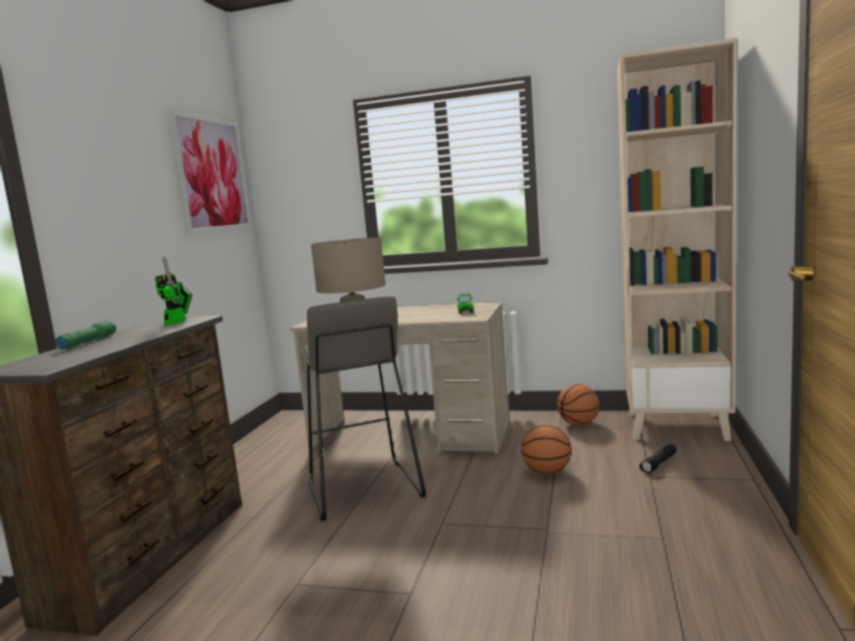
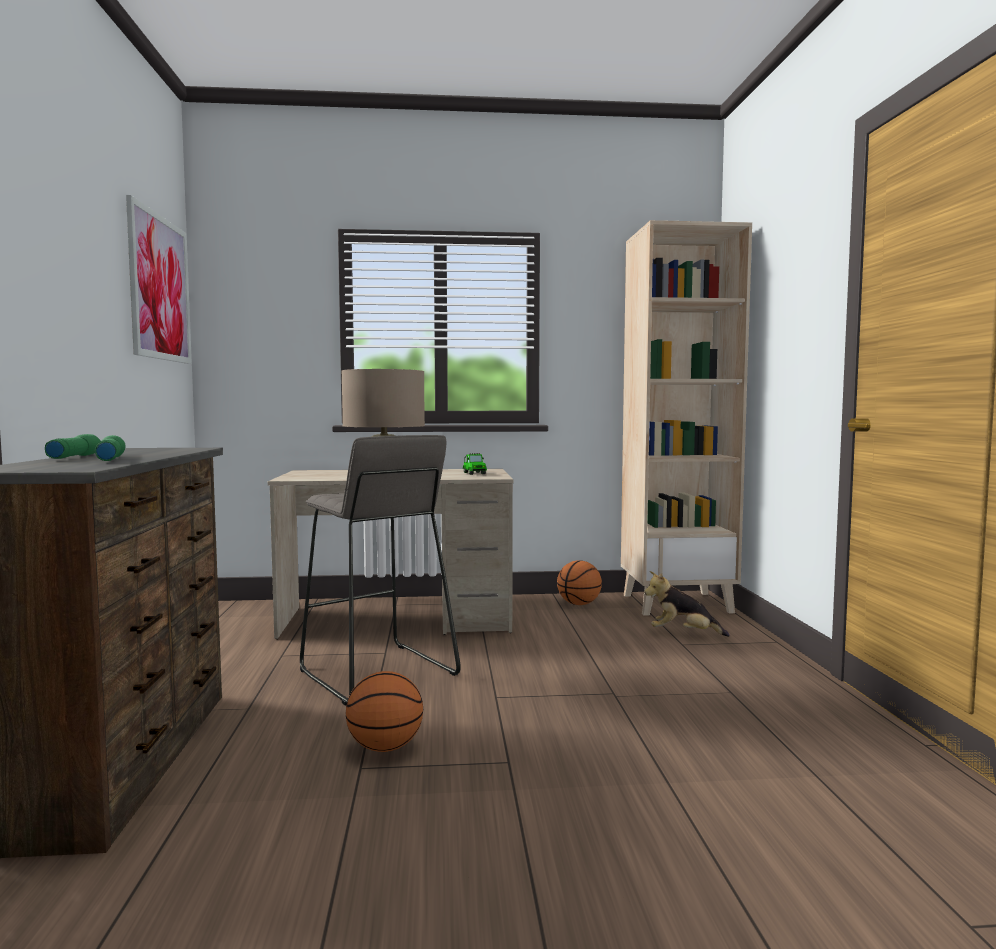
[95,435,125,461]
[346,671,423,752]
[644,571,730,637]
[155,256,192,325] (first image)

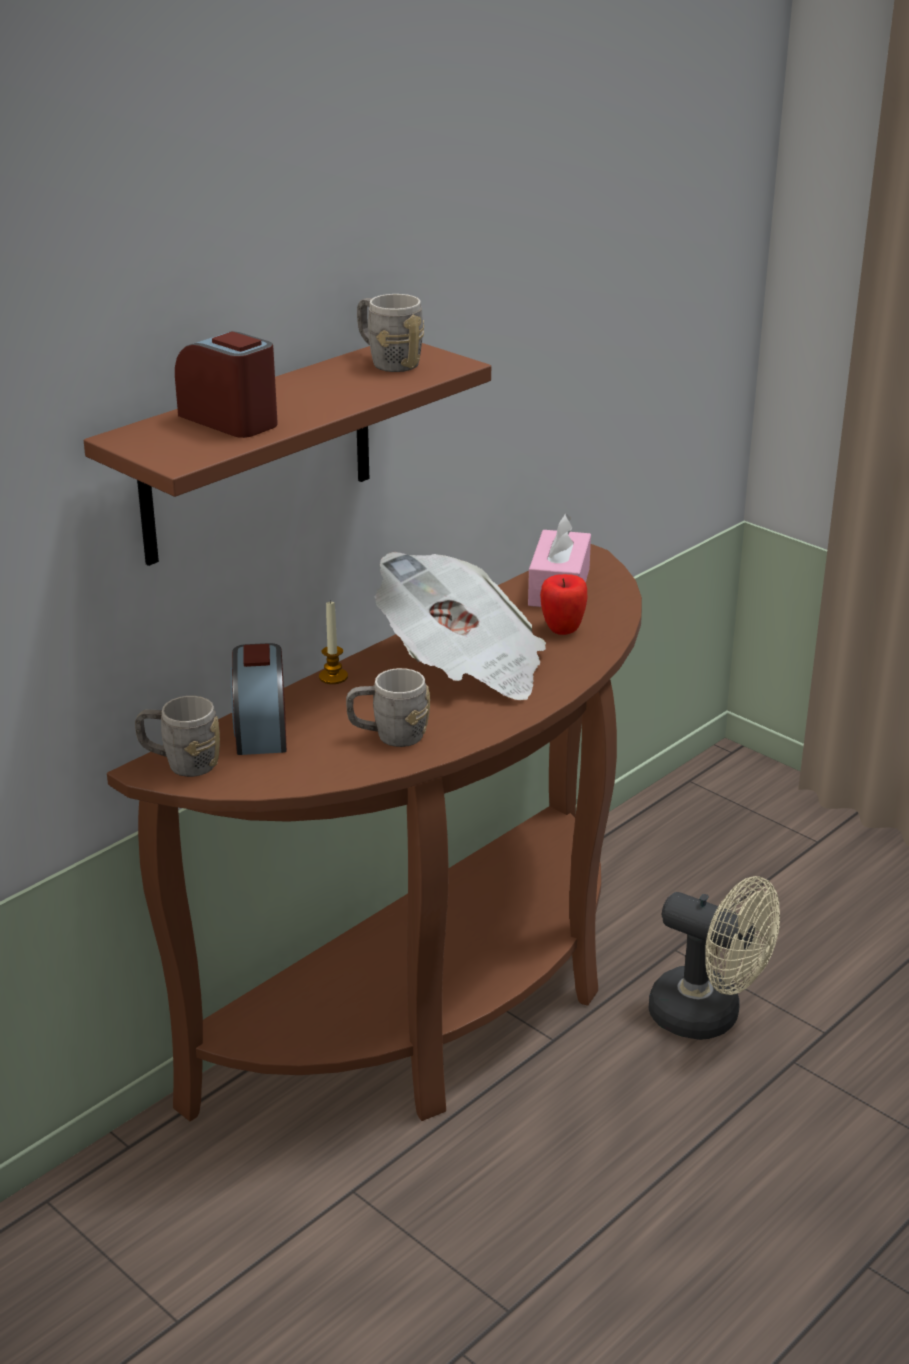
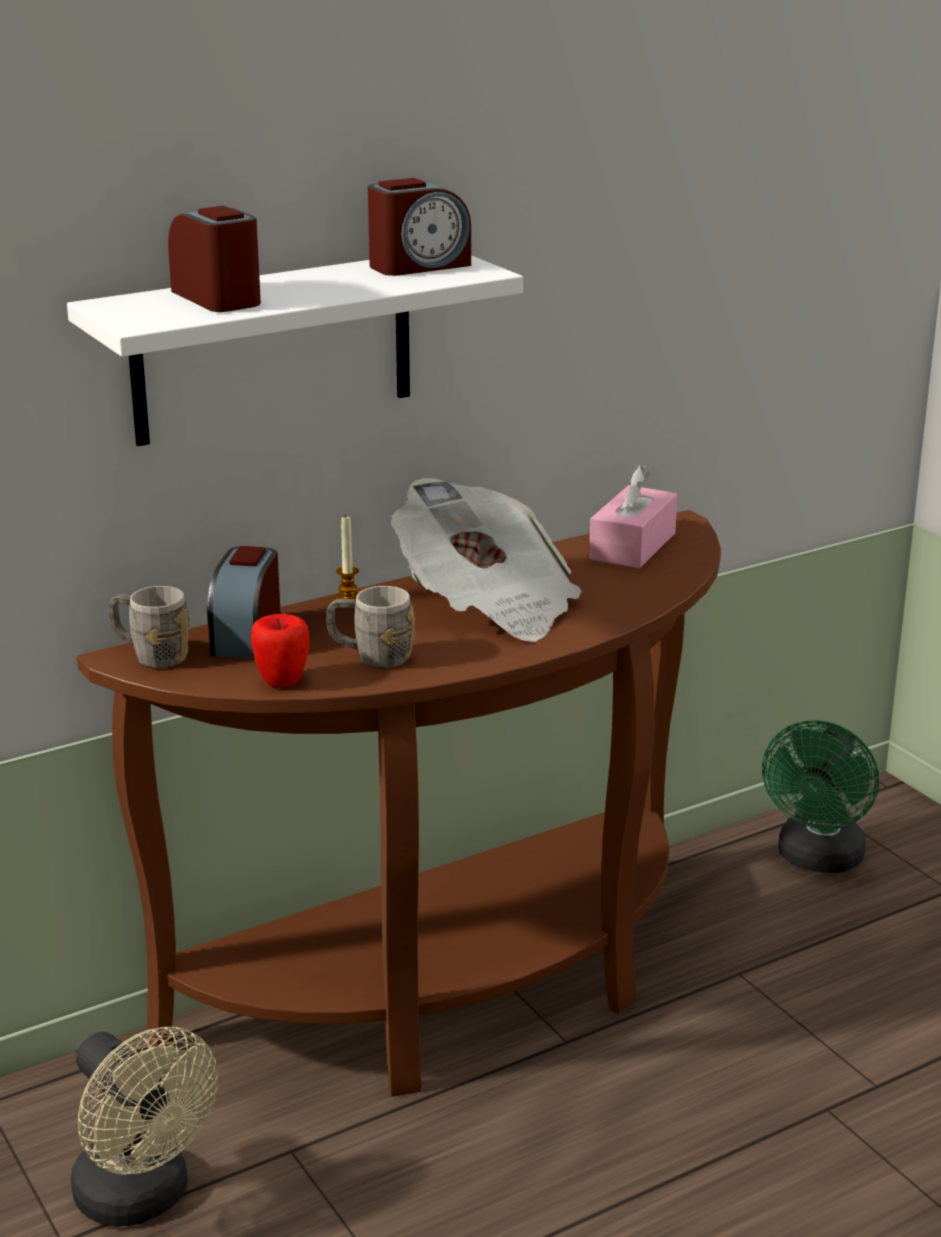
[67,256,523,446]
[70,1027,218,1227]
[251,614,309,688]
[368,178,471,276]
[762,720,879,873]

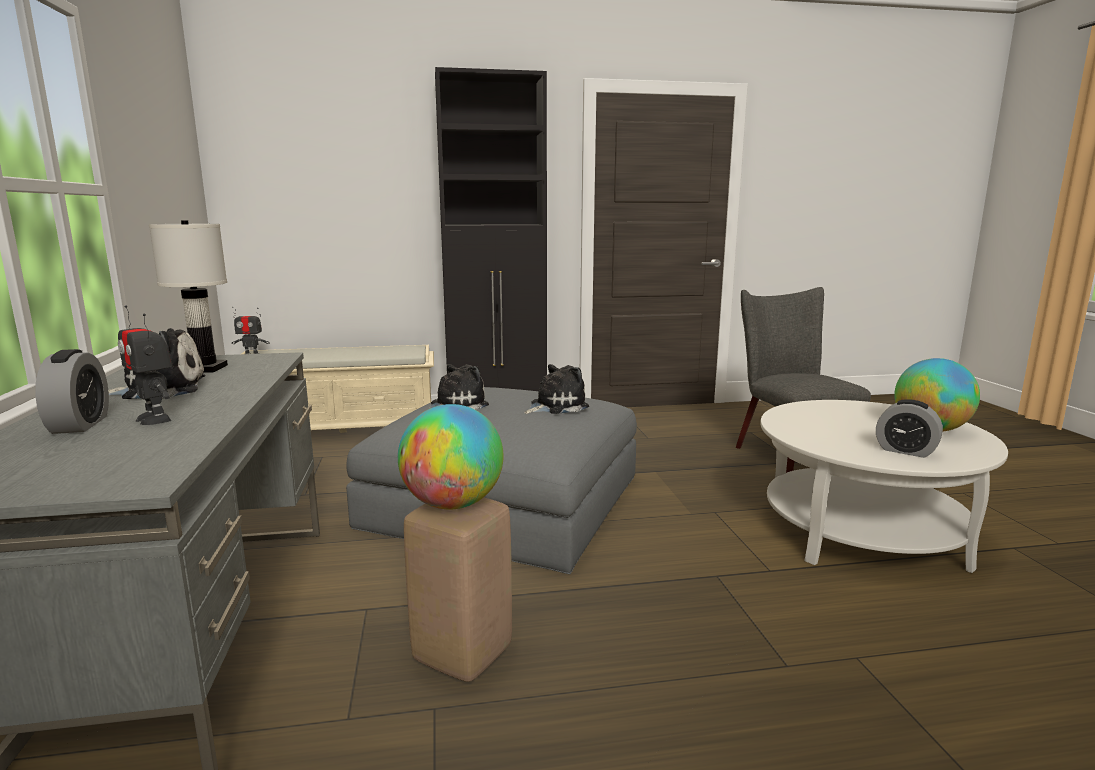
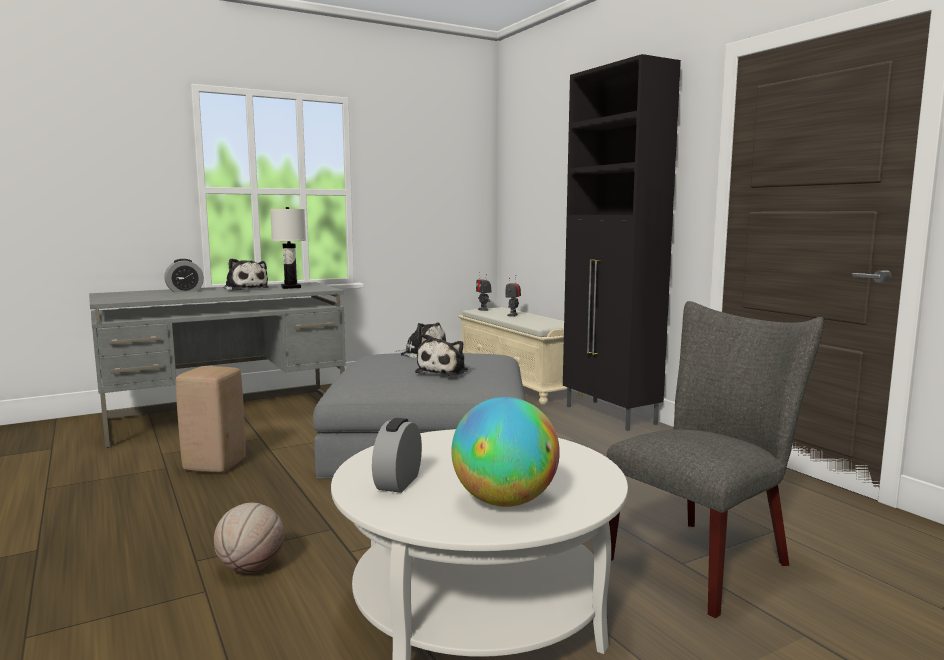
[214,503,284,573]
[415,333,468,376]
[506,275,521,317]
[398,404,504,510] (first image)

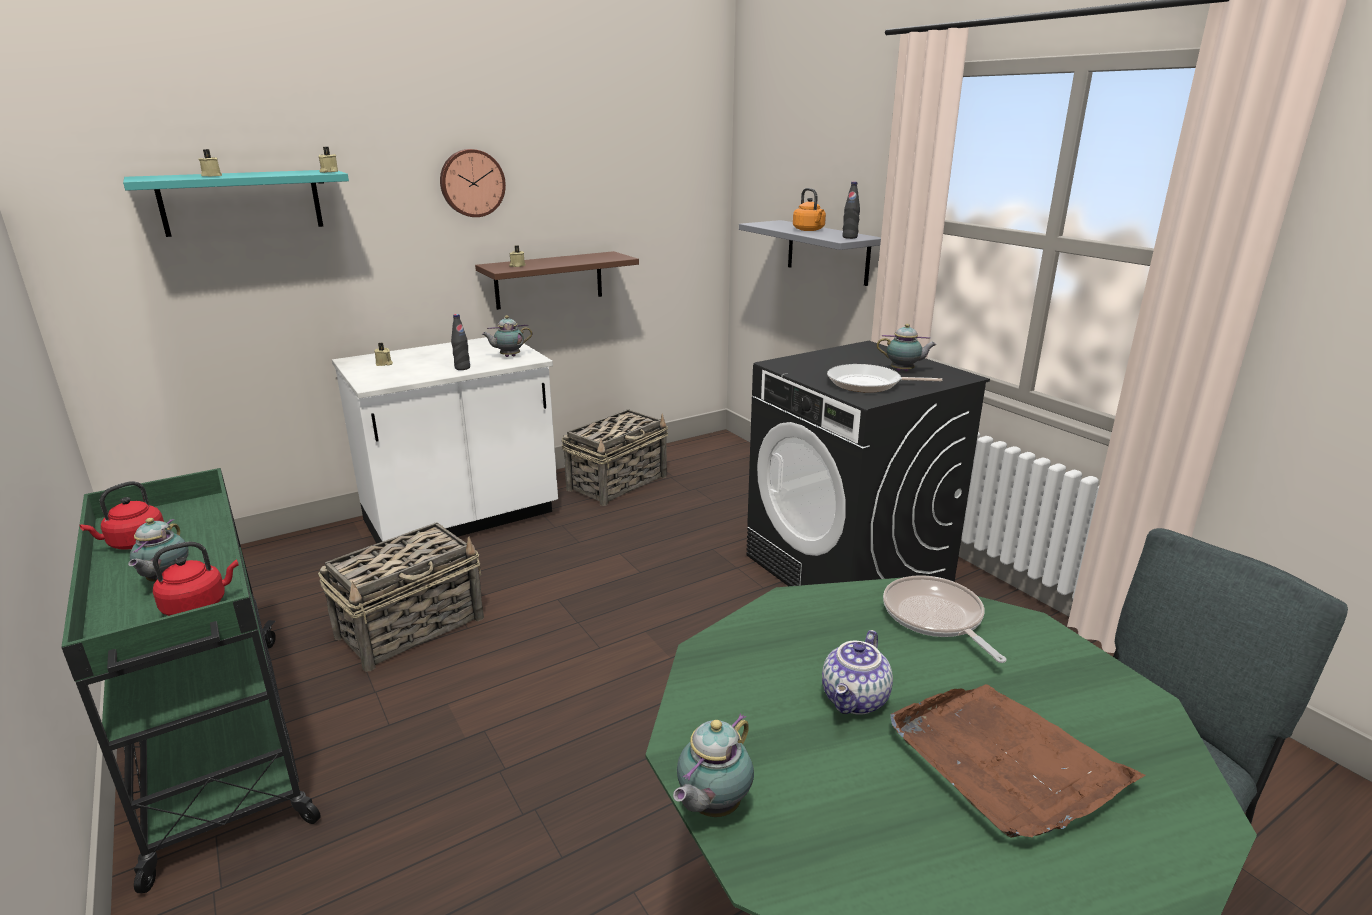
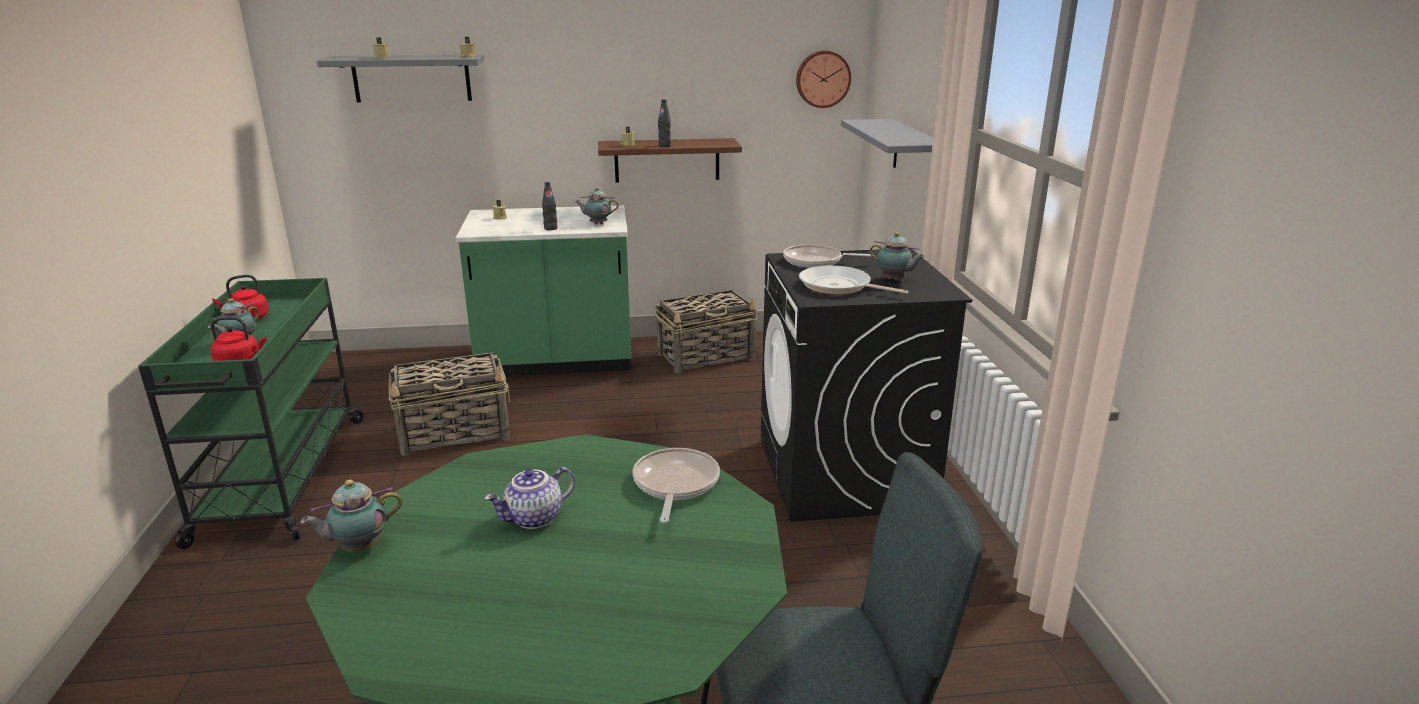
[317,55,484,102]
[456,205,631,376]
[658,99,671,147]
[783,244,874,268]
[796,50,851,108]
[793,188,826,231] (first image)
[890,684,1146,838] (first image)

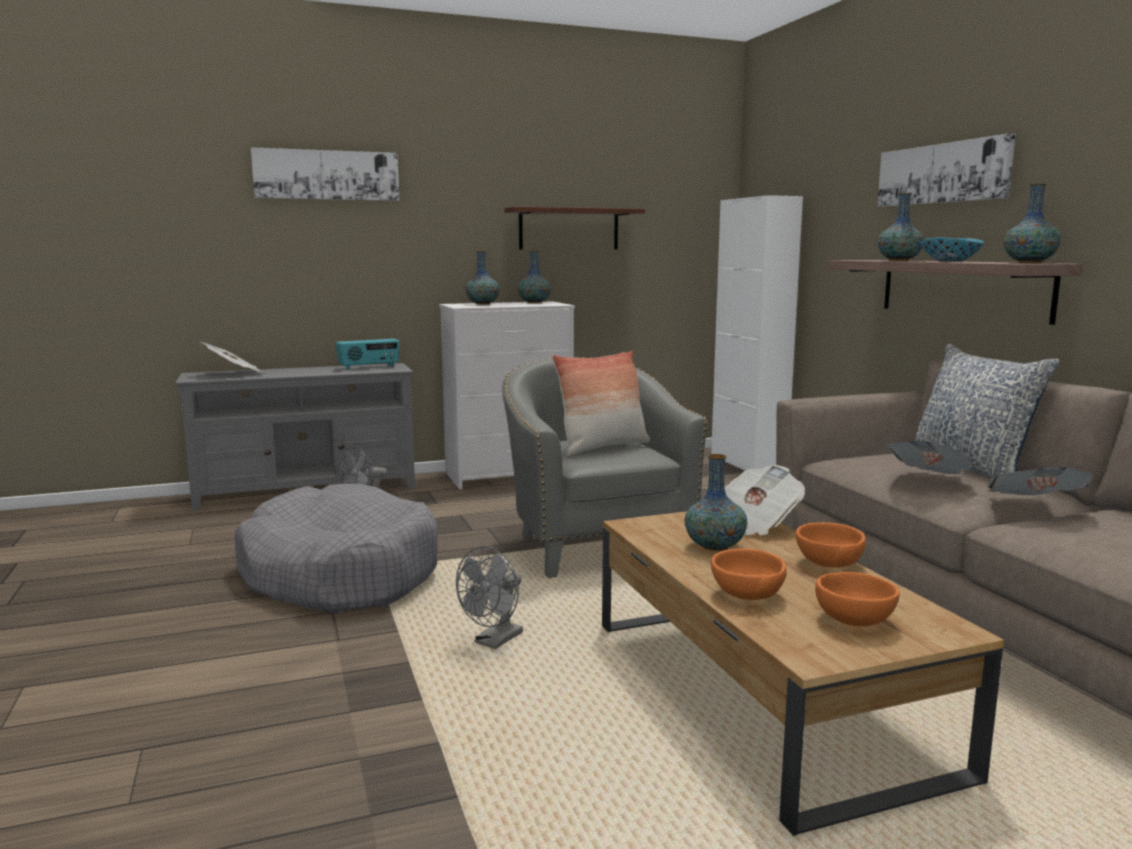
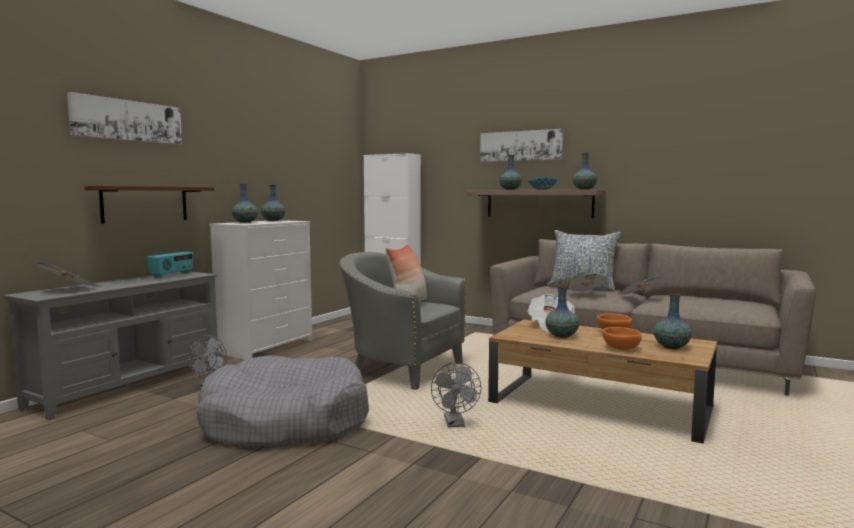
[85,186,214,224]
[653,293,692,349]

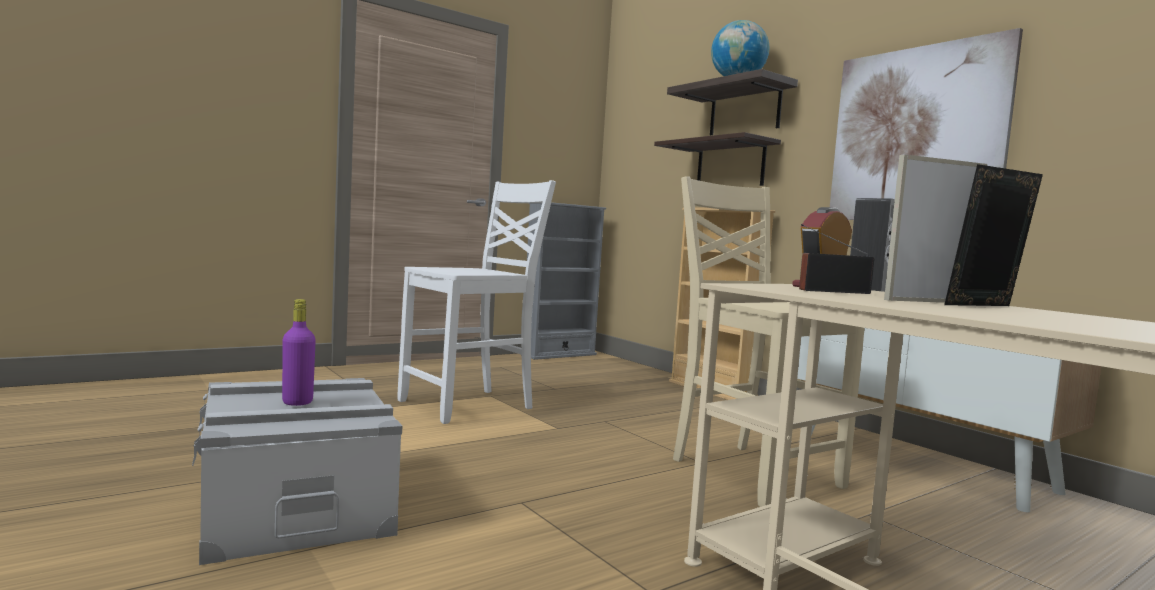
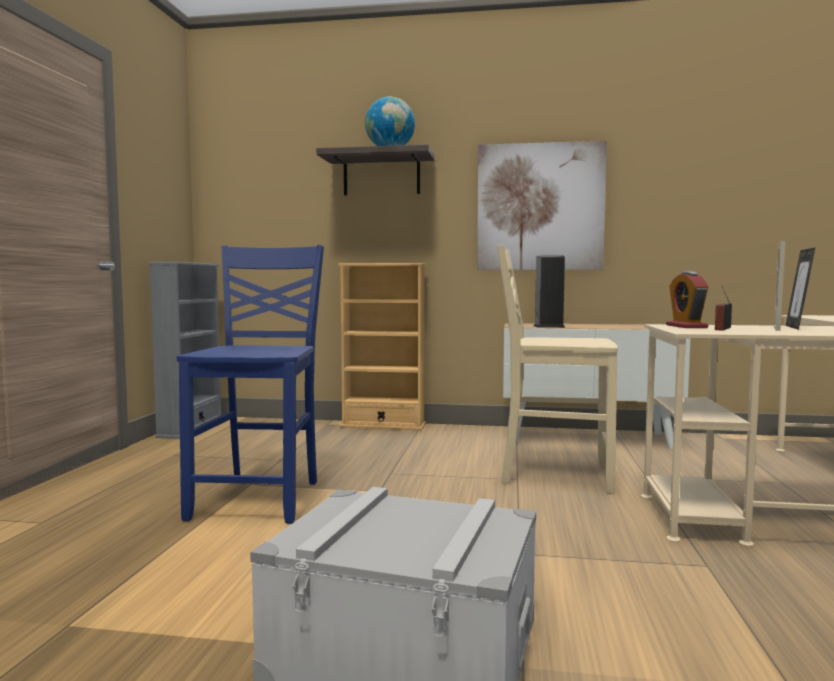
[177,245,324,524]
[282,299,316,406] (first image)
[654,132,781,186] (first image)

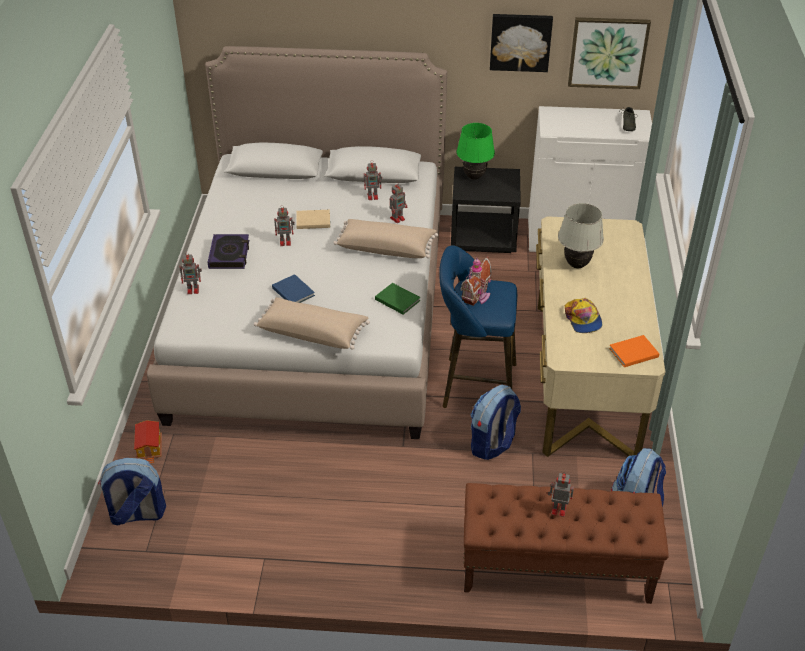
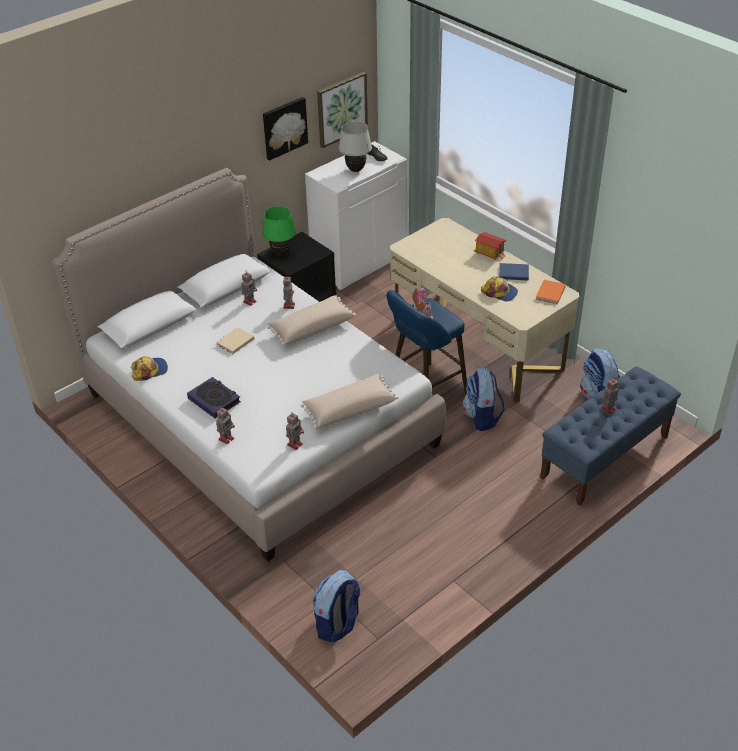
[131,356,168,381]
[286,413,304,450]
[338,121,372,172]
[474,232,507,260]
[499,263,529,281]
[540,366,681,506]
[375,283,421,315] (first image)

